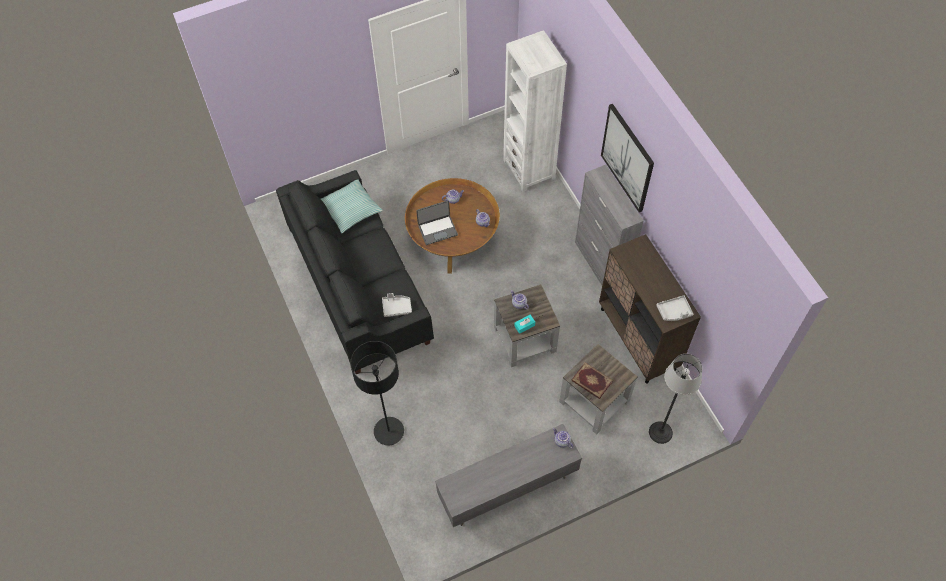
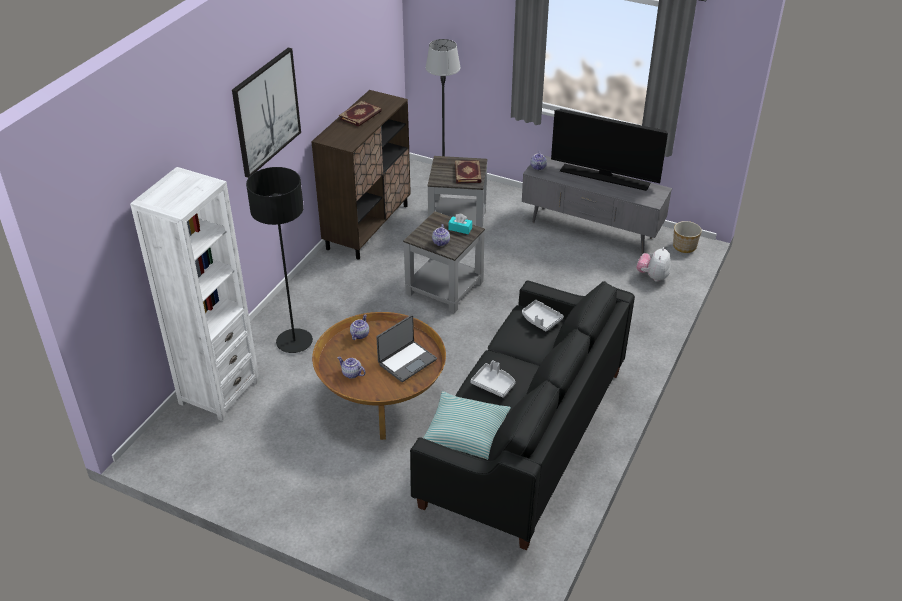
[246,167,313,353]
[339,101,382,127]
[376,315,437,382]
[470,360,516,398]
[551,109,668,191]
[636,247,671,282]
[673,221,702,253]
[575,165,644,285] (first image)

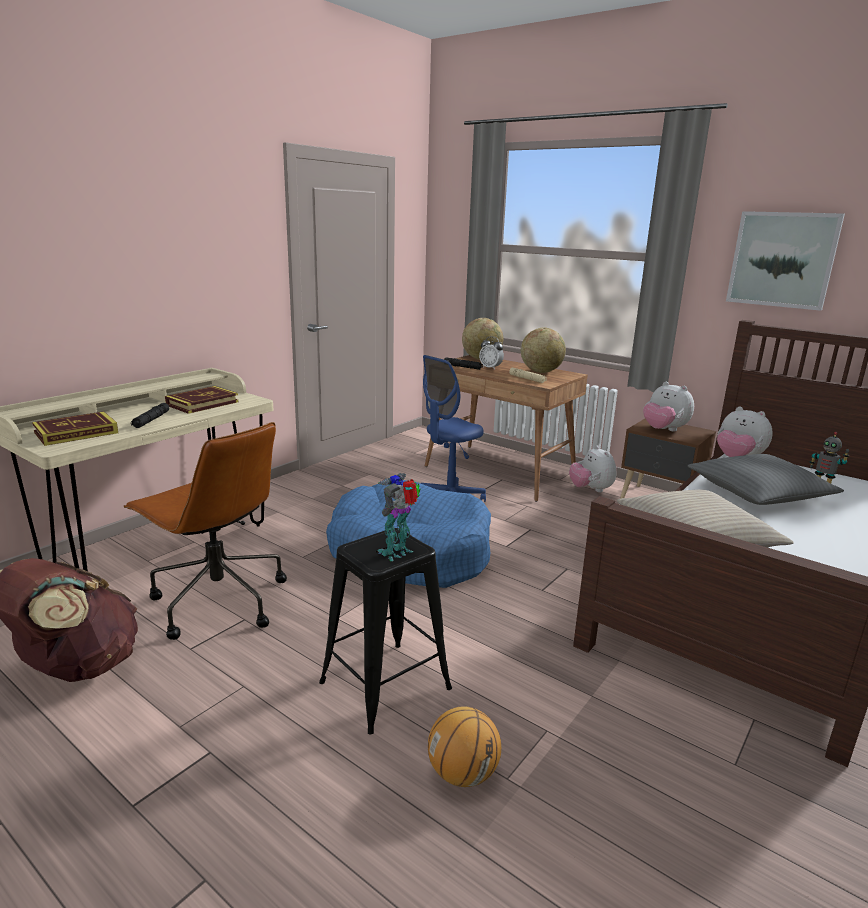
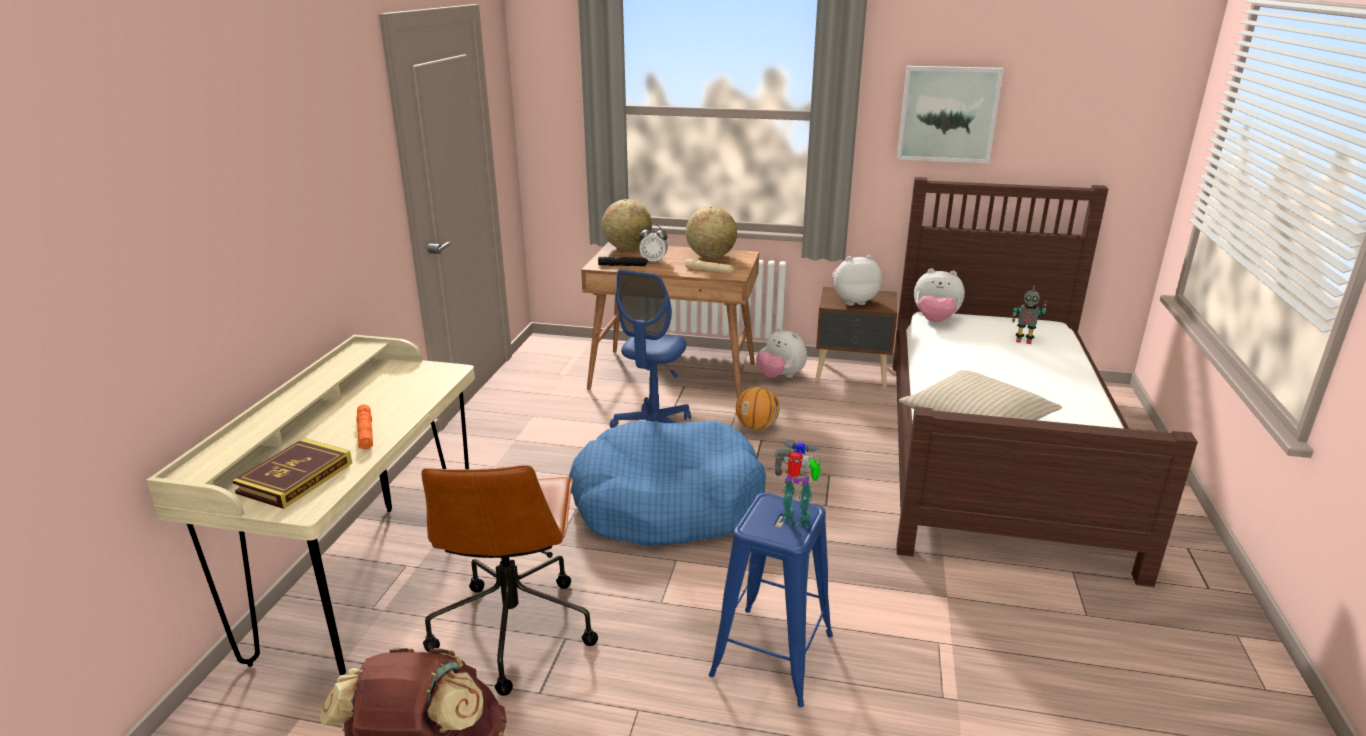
[356,404,373,450]
[421,465,598,696]
[709,493,833,707]
[736,386,779,430]
[774,441,821,528]
[833,255,882,306]
[165,386,238,414] (first image)
[688,454,844,505] (first image)

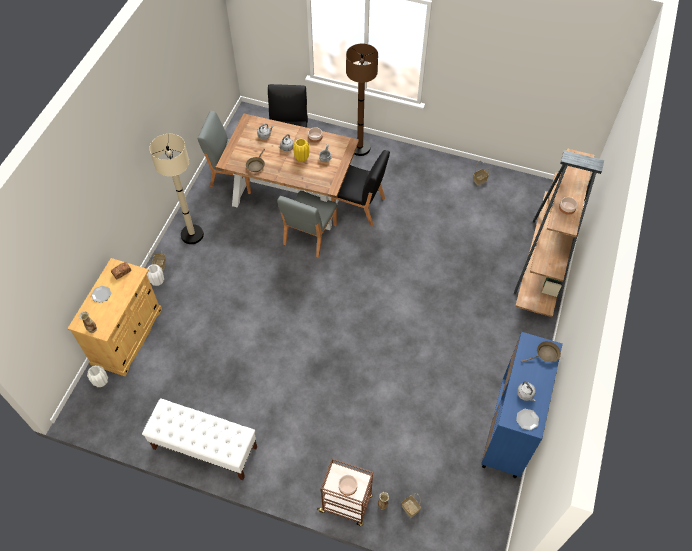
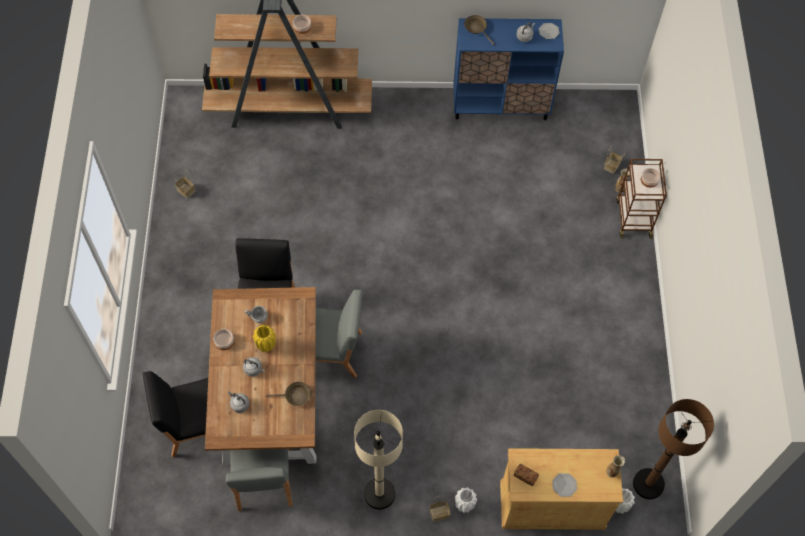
[633,399,714,499]
[142,398,257,480] (first image)

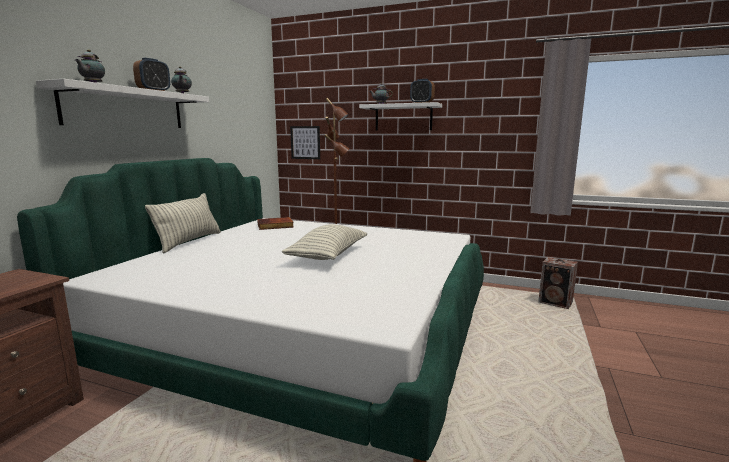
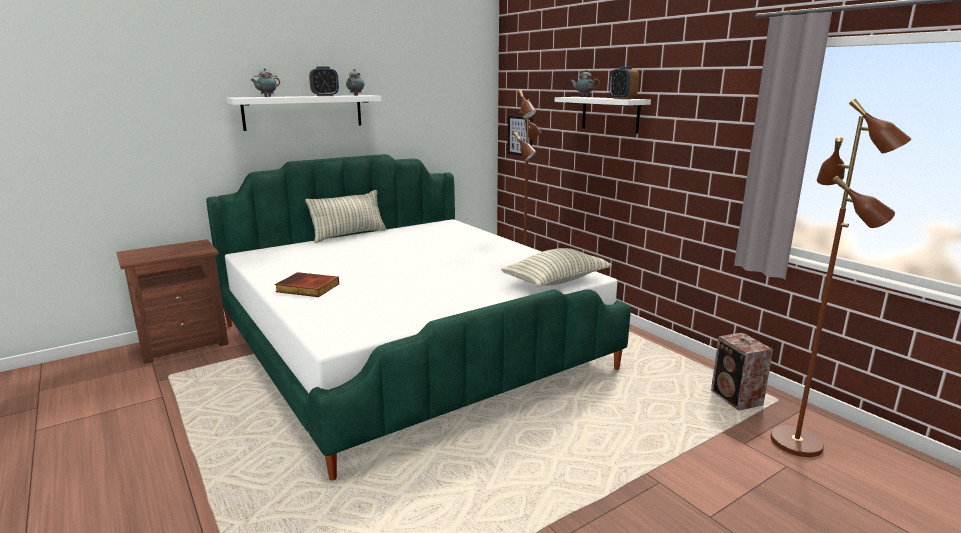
[275,272,339,297]
[501,248,612,287]
[770,98,912,457]

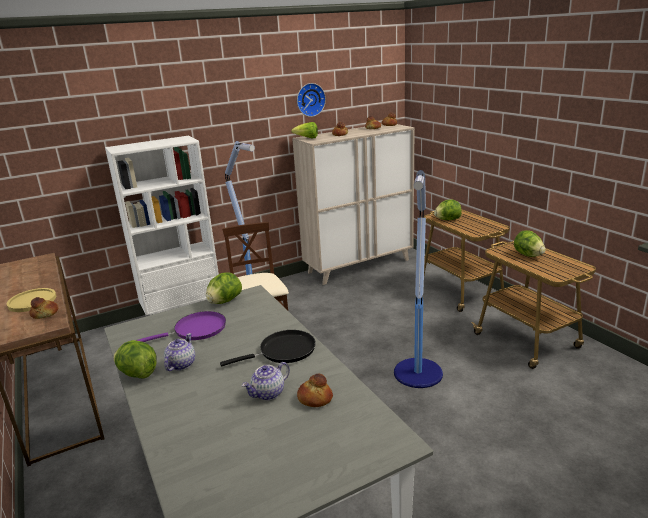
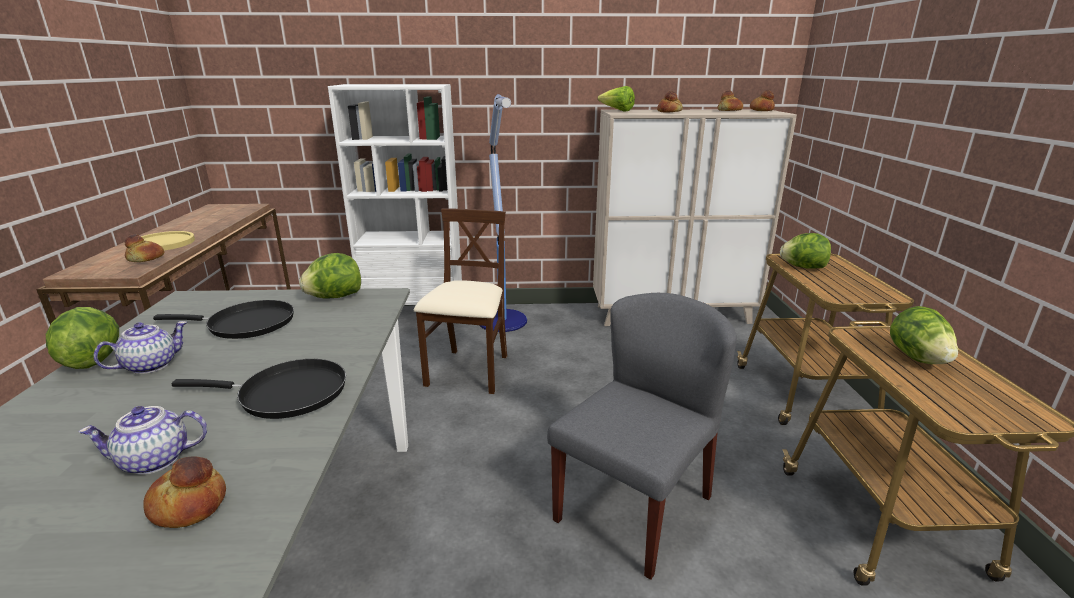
[153,300,294,339]
[547,293,737,580]
[297,83,326,117] (first image)

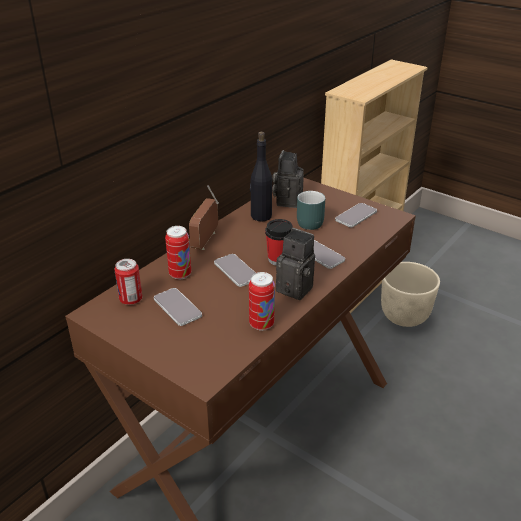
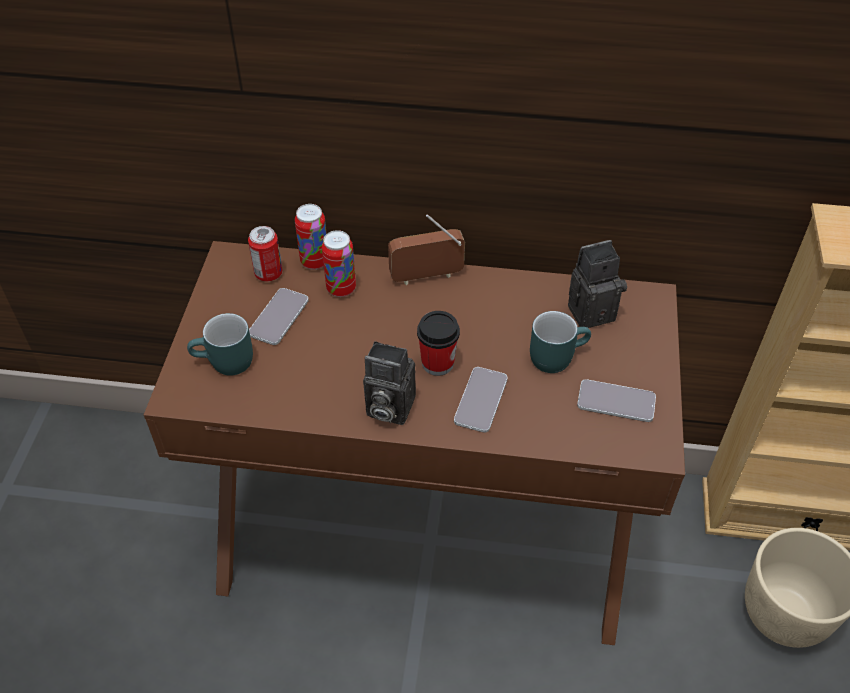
[187,313,253,376]
[295,204,327,270]
[363,341,416,425]
[214,254,256,287] (first image)
[250,132,272,221] (first image)

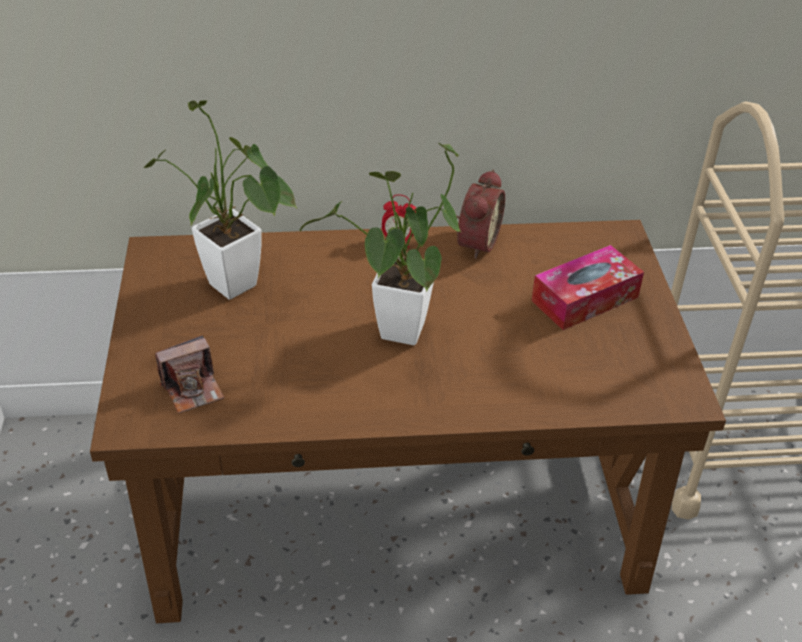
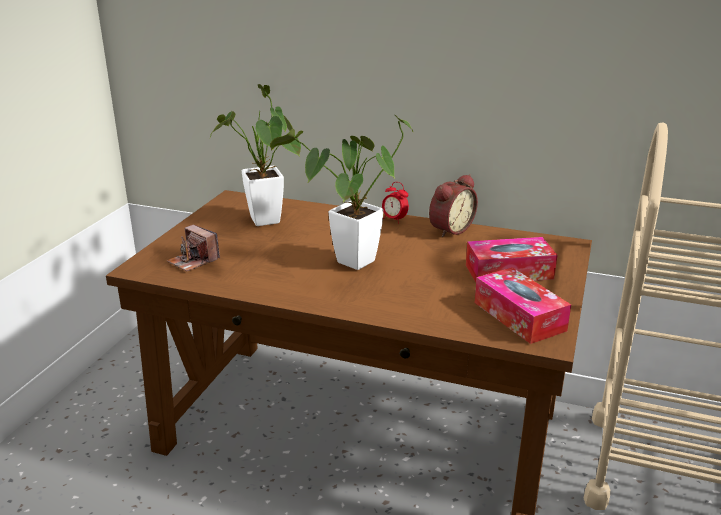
[167,225,220,272]
[475,267,571,344]

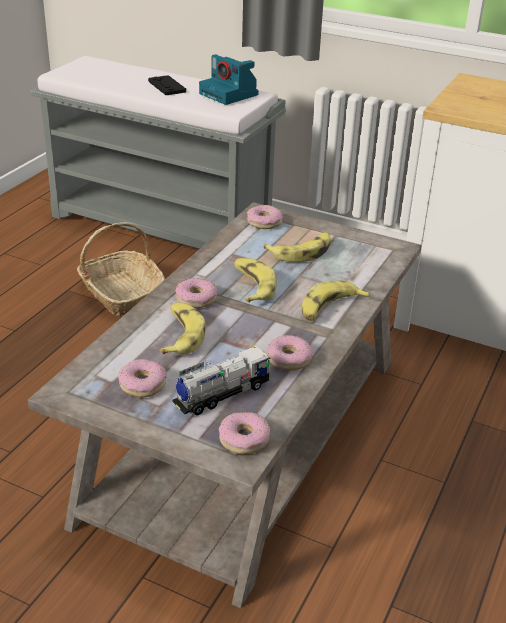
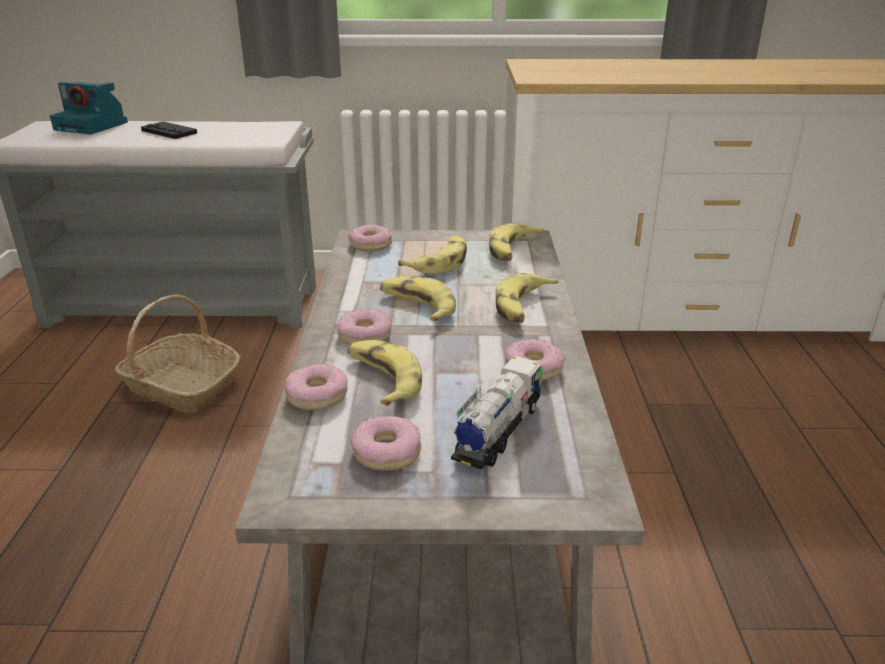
[50,82,128,135]
[284,363,348,410]
[489,223,545,262]

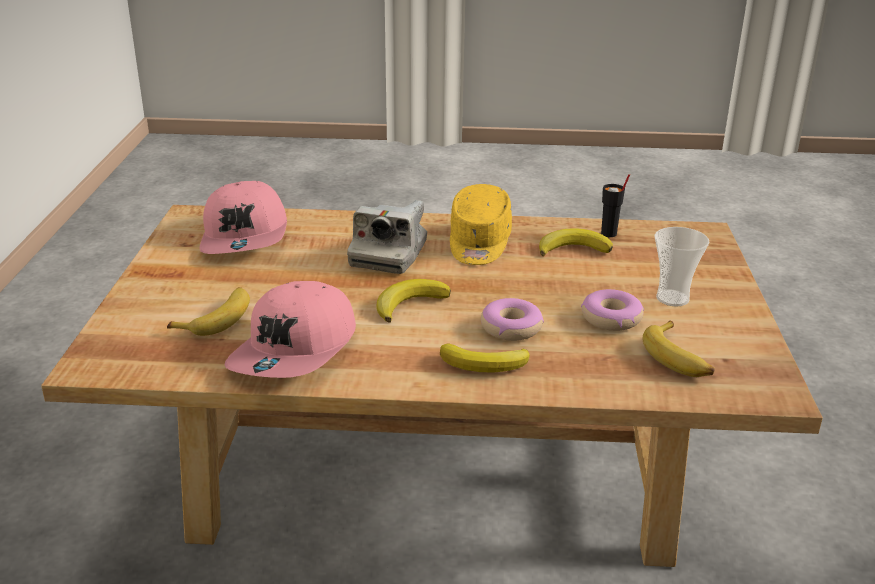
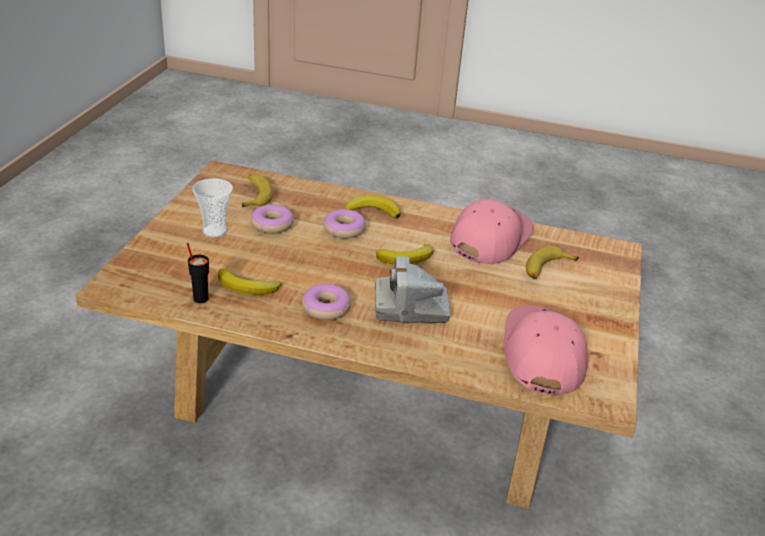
[302,284,351,320]
[375,256,450,323]

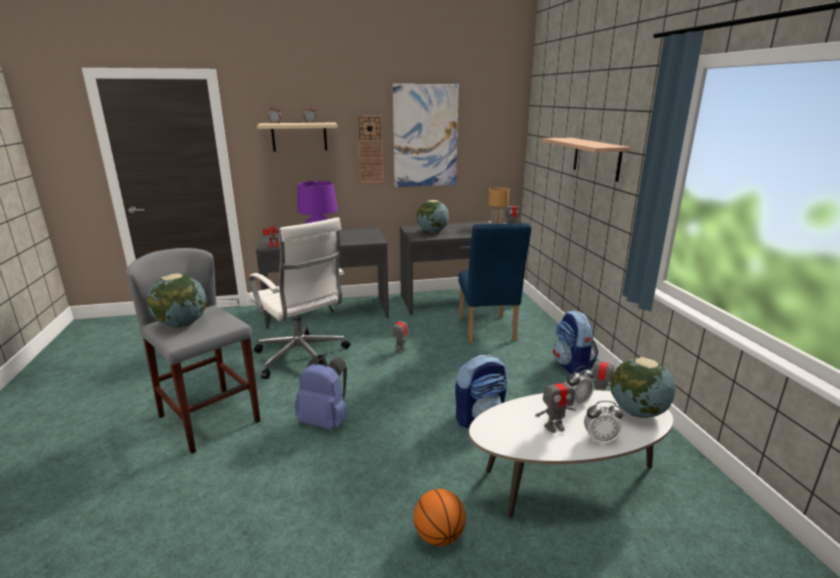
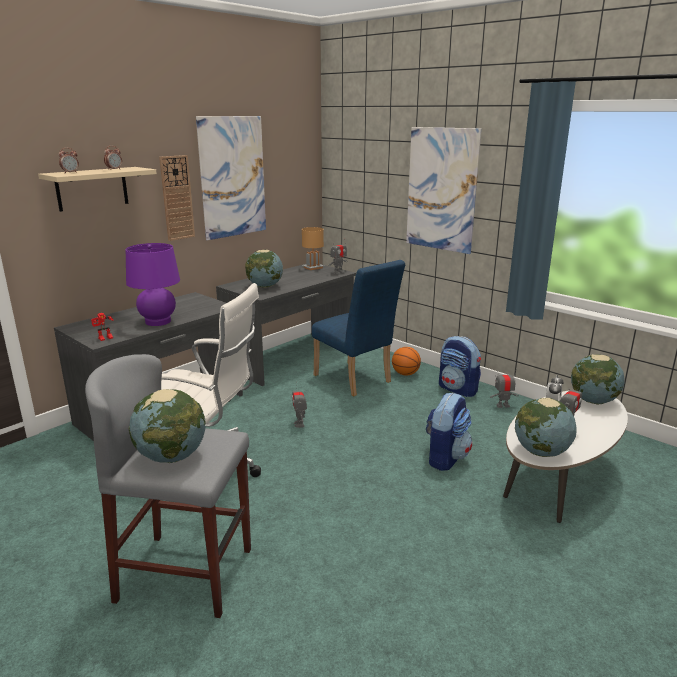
[392,347,421,376]
[406,127,482,254]
[515,398,576,457]
[295,355,347,430] (first image)
[584,401,623,444] (first image)

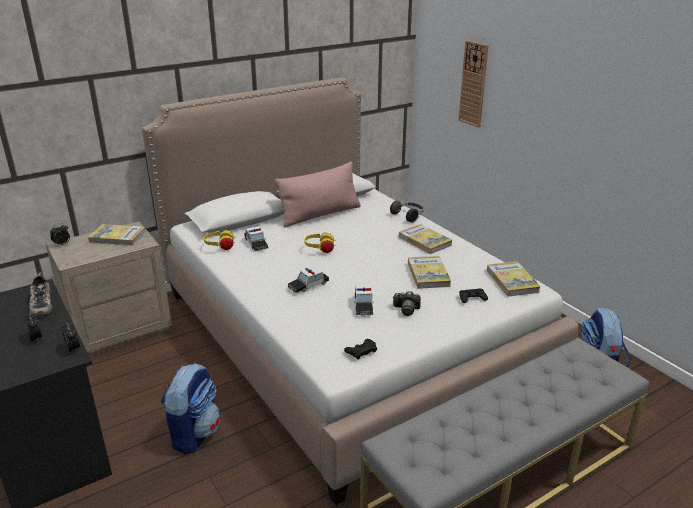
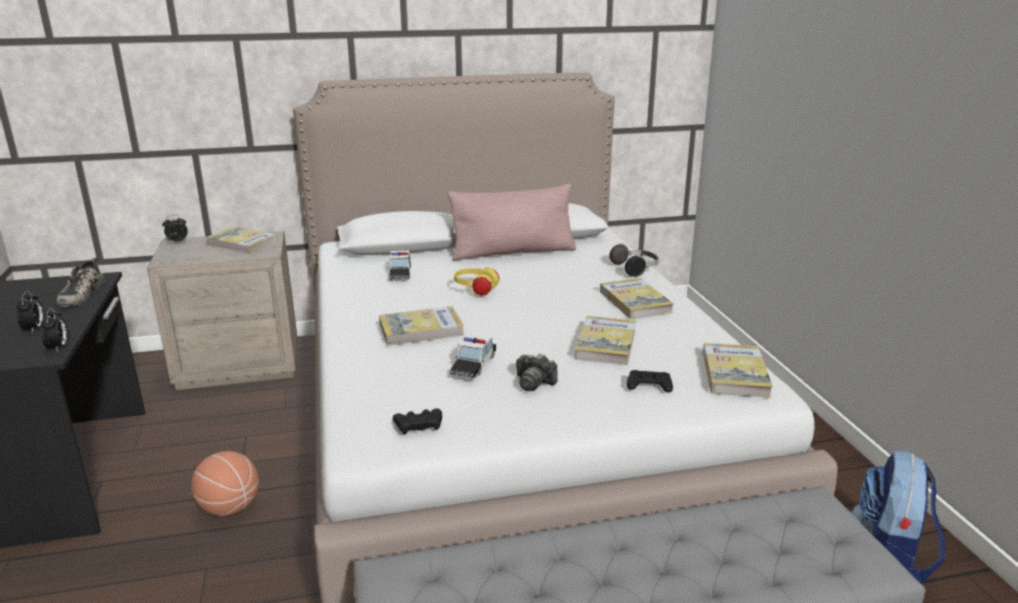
[191,451,259,516]
[379,306,464,346]
[204,230,236,250] (first image)
[459,40,489,128] (first image)

